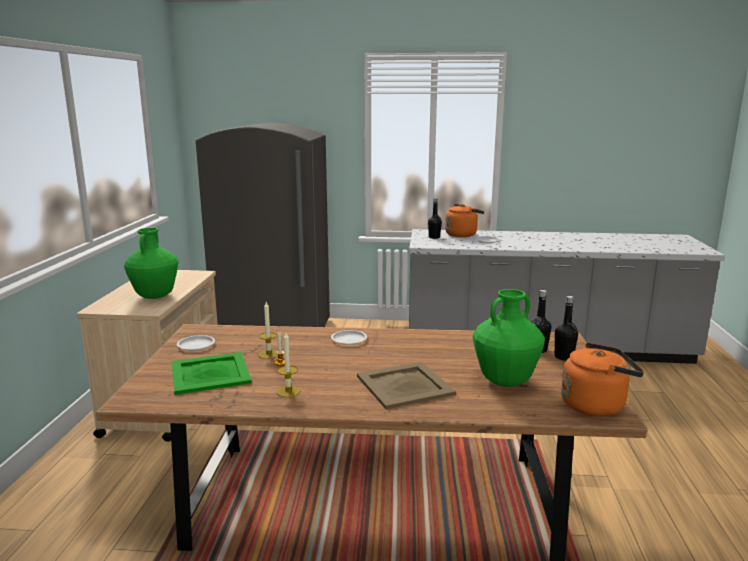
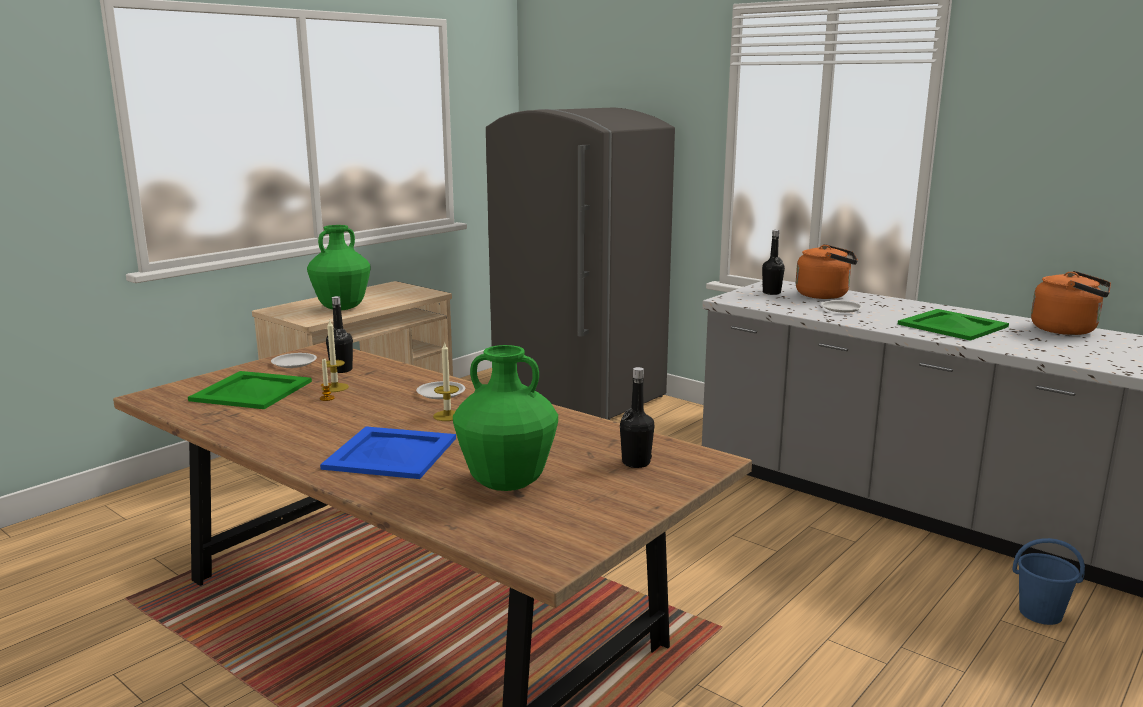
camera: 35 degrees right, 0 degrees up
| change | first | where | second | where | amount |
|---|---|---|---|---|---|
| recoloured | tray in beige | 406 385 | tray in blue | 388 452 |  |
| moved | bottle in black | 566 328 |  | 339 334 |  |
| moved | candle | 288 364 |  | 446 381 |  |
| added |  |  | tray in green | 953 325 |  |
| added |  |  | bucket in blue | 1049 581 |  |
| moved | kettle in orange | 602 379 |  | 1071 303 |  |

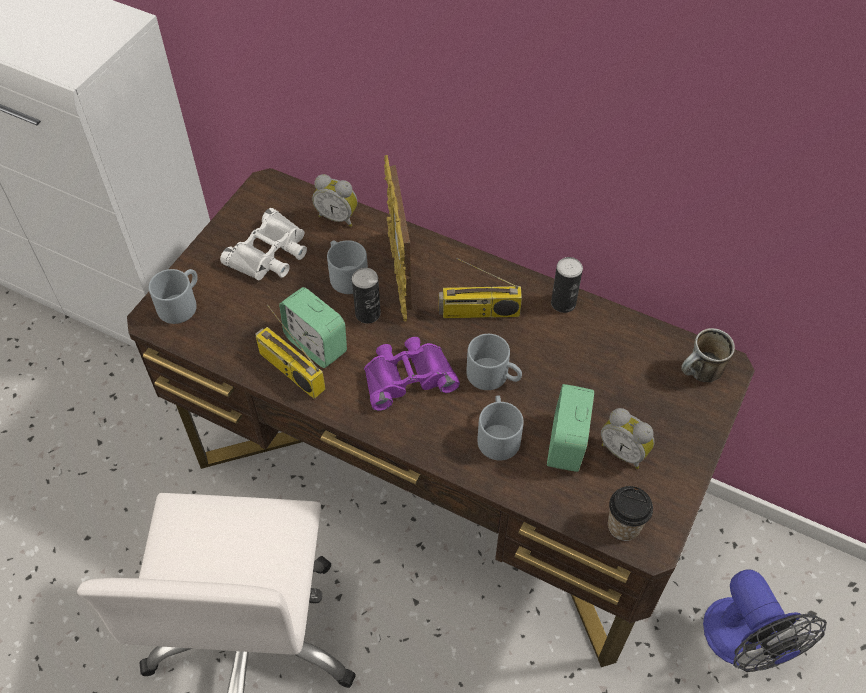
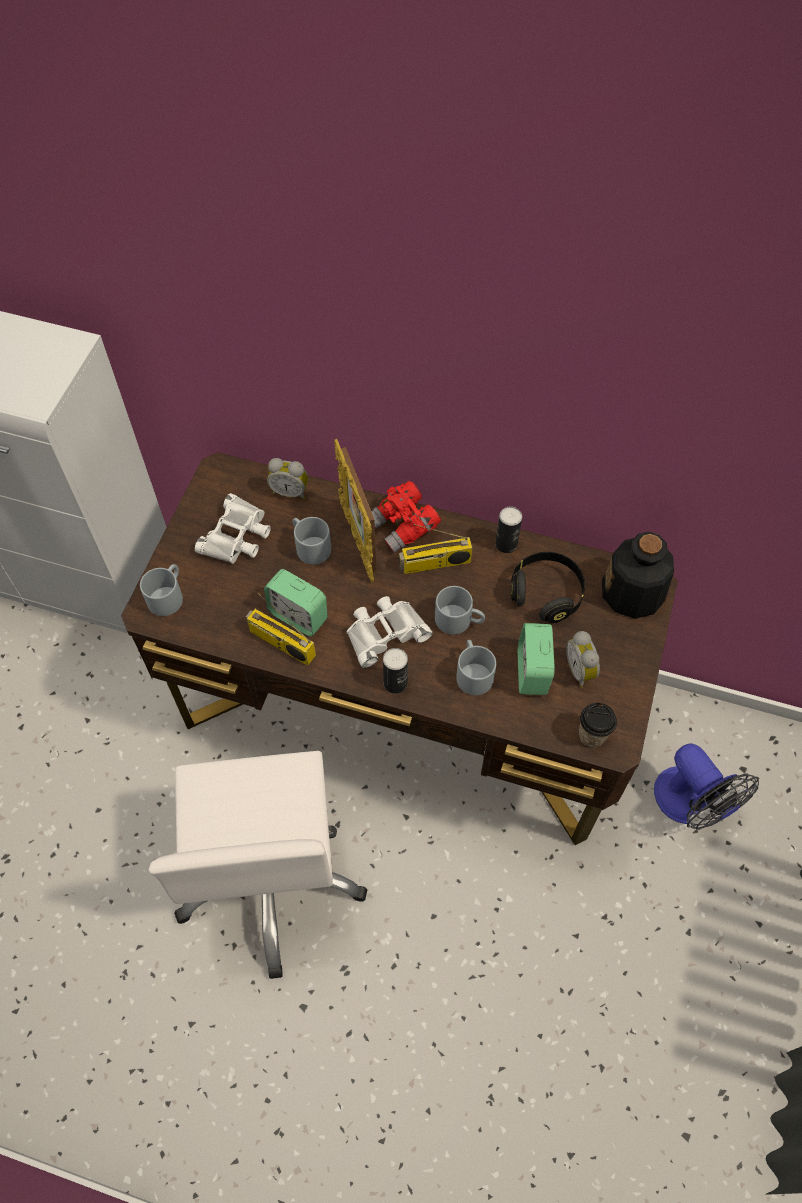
camera: 10 degrees left, 5 degrees up
| change | first | where | second | where | amount |
|---|---|---|---|---|---|
| recoloured | binoculars in purple | 412 374 | binoculars in white | 389 632 |  |
| added |  |  | binoculars in red | 406 517 |  |
| moved | can | 366 295 |  | 395 671 |  |
| added |  |  | headphones in black | 548 587 |  |
| turned | alarm clock | 628 438 |  | 583 659 | 45 degrees clockwise |
| replaced | mug | 708 355 | bottle | 638 575 |  |

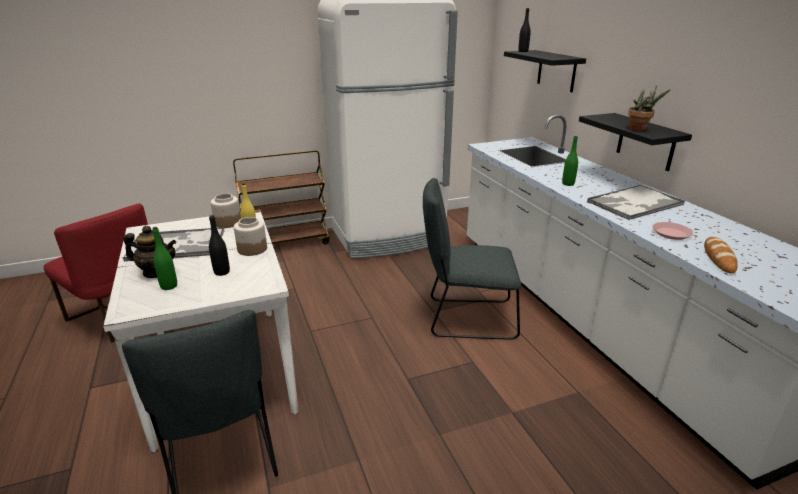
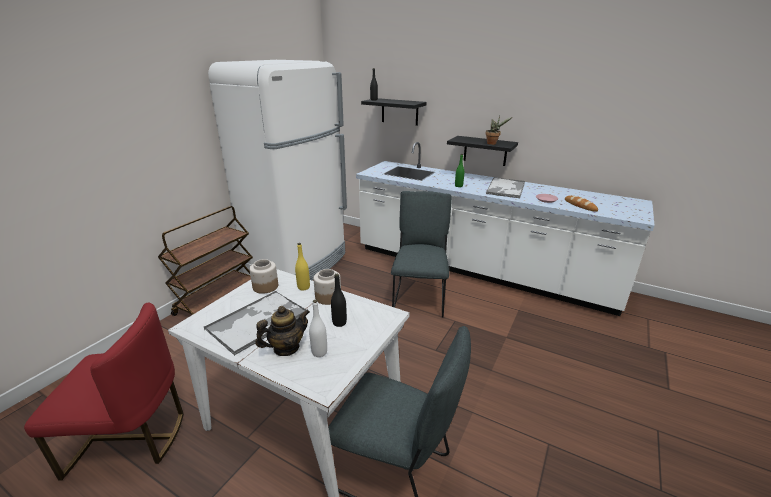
camera: 40 degrees left, 0 degrees up
| change | first | where | second | where | amount |
|---|---|---|---|---|---|
| recoloured | bottle in green | 164 258 | bottle in white | 318 328 |  |
| turned | chair in grey | 472 259 |  | 421 254 | 135 degrees clockwise |

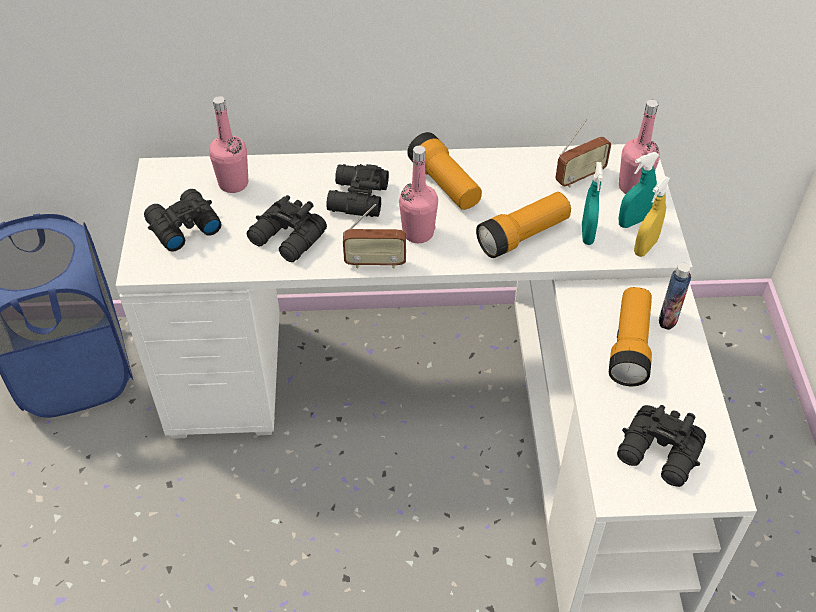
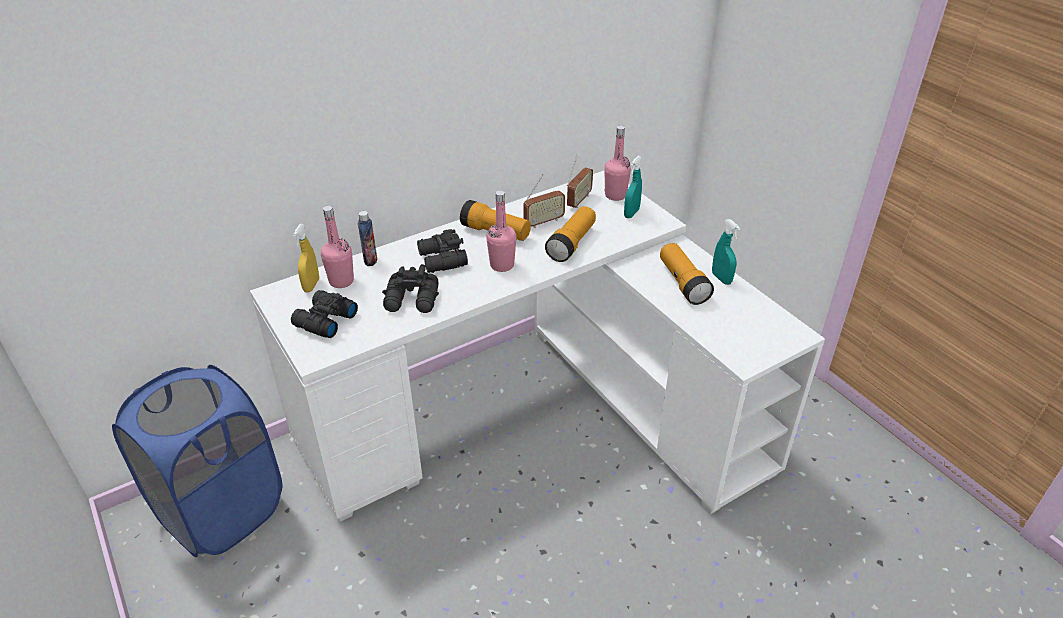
camera: 30 degrees left, 10 degrees down
| change | first | where | second | where | amount |
|---|---|---|---|---|---|
| moved | spray bottle in yellow | 652 216 |  | 306 258 |  |
| moved | bottle | 675 296 |  | 367 238 |  |
| moved | radio | 374 236 |  | 544 201 |  |
| moved | spray bottle in turquoise | 592 203 |  | 726 252 |  |
| removed | binoculars in black | 661 446 |  |  |  |

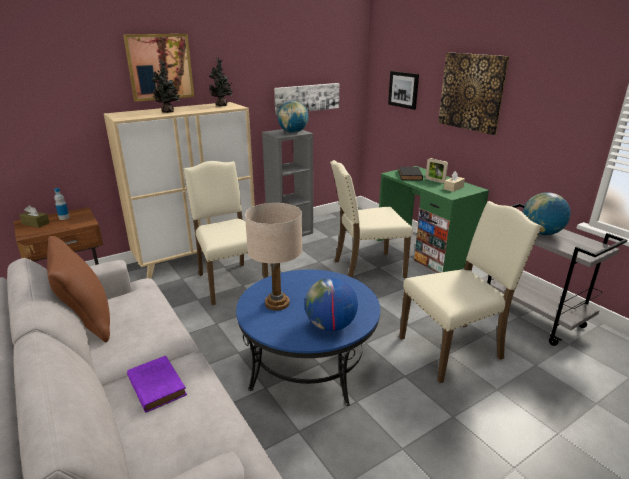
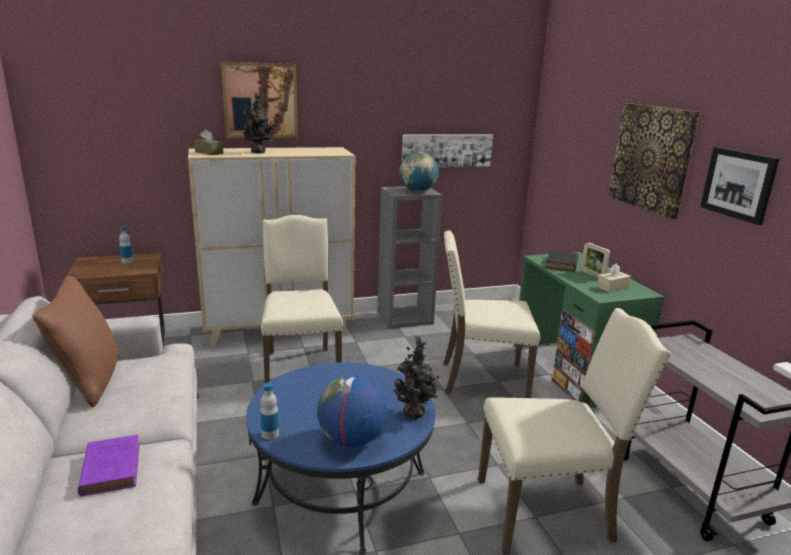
camera: 15 degrees right, 5 degrees down
| change | first | where | second | where | amount |
|---|---|---|---|---|---|
| moved | tissue box in brown | 34 216 |  | 208 142 |  |
| added |  |  | bottle | 269 411 |  |
| moved | potted plant | 221 81 |  | 416 377 |  |
| moved | picture | 403 90 |  | 739 186 |  |
| removed | table lamp in beige | 273 257 |  |  |  |
| removed | globe | 547 213 |  |  |  |

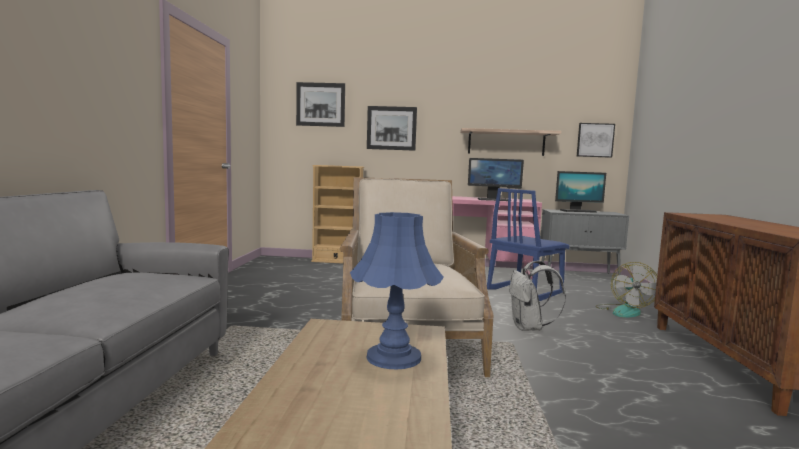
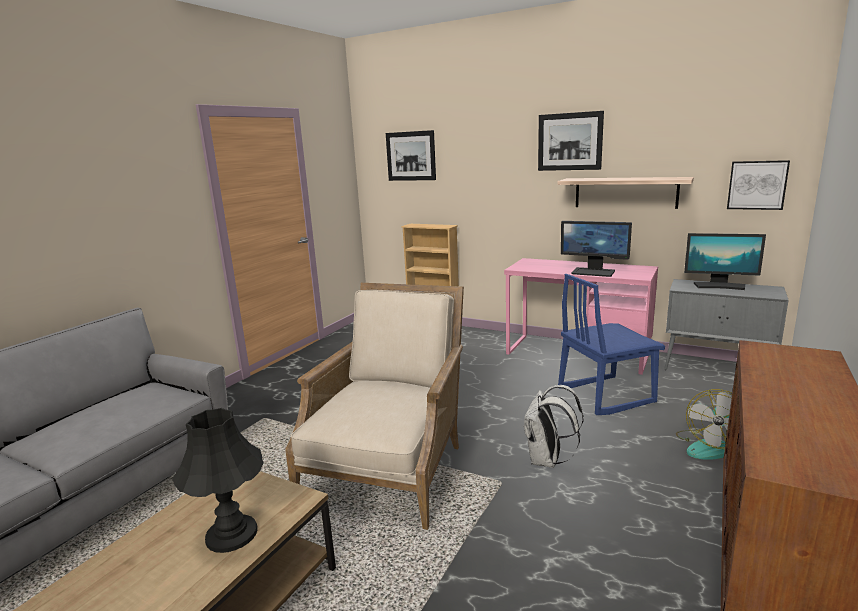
camera: 25 degrees right, 10 degrees up
| change | first | where | second | where | amount |
|---|---|---|---|---|---|
| recoloured | table lamp in blue | 397 290 | table lamp in black | 217 480 |  |
| moved | picture | 392 128 |  | 571 141 |  |

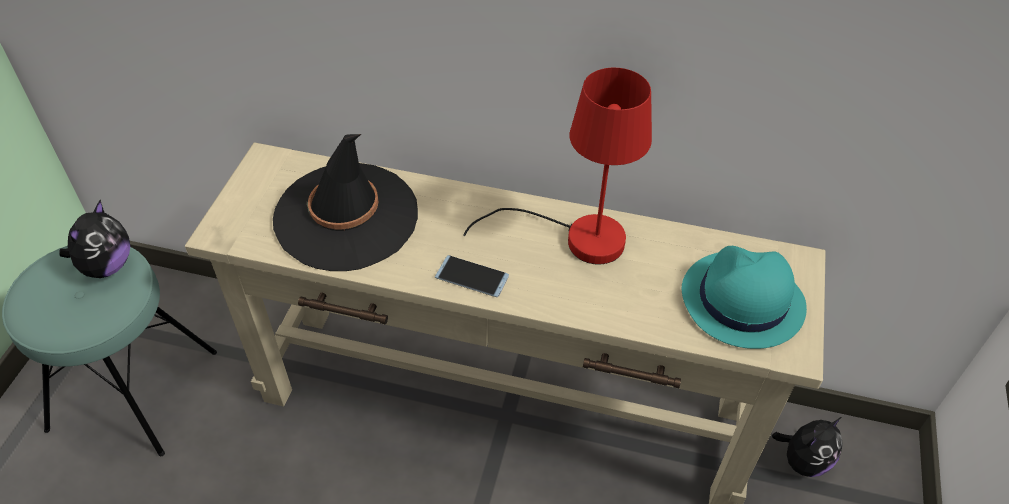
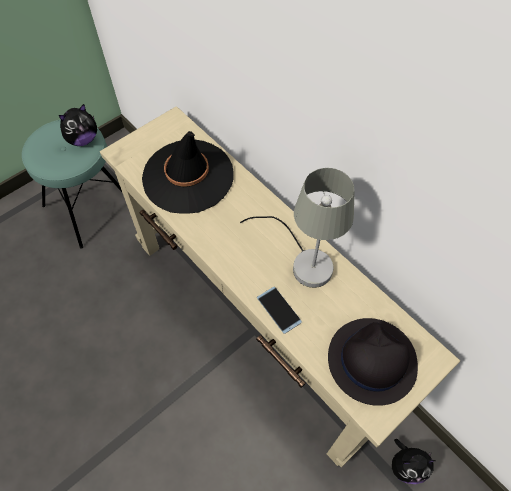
camera: 35 degrees right, 10 degrees up
| change | first | where | second | where | amount |
|---|---|---|---|---|---|
| recoloured | table lamp in red | 557 166 | table lamp in grey | 297 228 |  |
| moved | phone | 472 276 |  | 279 310 |  |
| recoloured | hat in turquoise | 744 297 | hat in black | 373 362 |  |

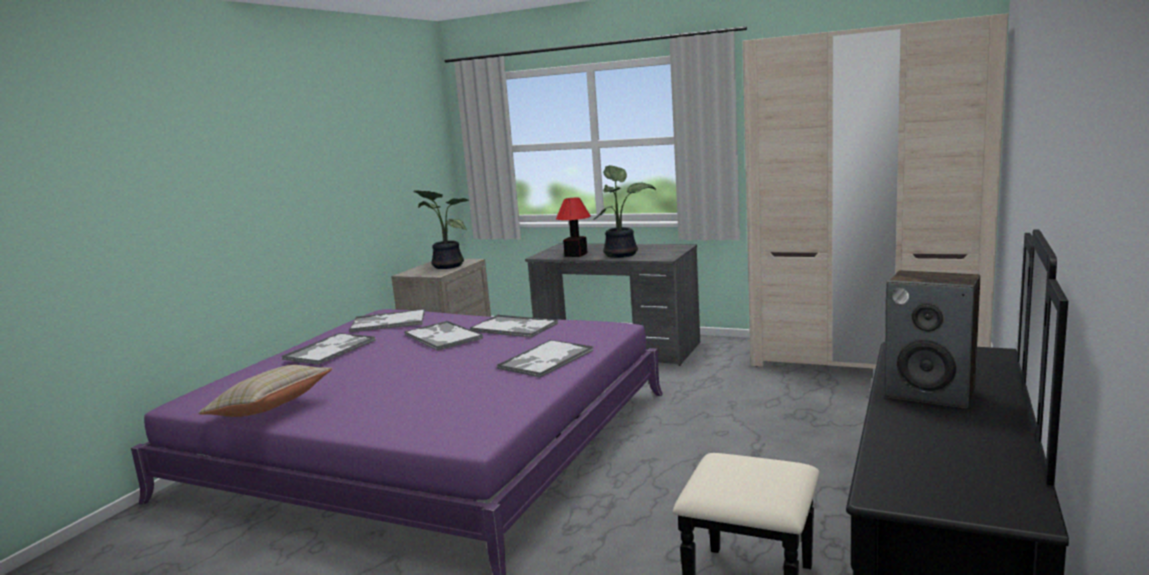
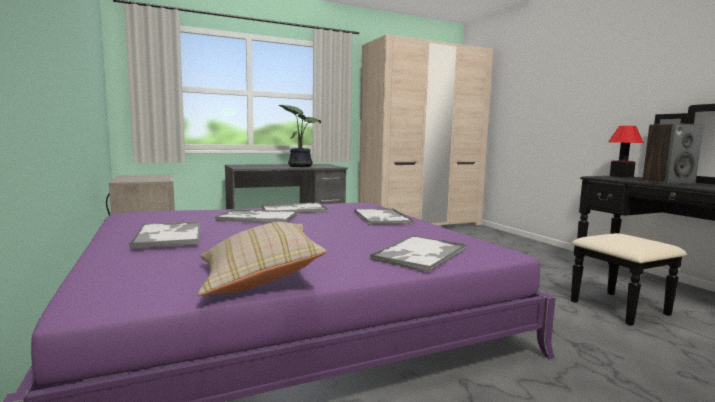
camera: 50 degrees left, 5 degrees down
| change | first | where | second | where | amount |
|---|---|---|---|---|---|
| moved | tray | 387 321 |  | 418 254 |  |
| moved | table lamp | 573 227 |  | 626 151 |  |
| removed | potted plant | 441 229 |  |  |  |

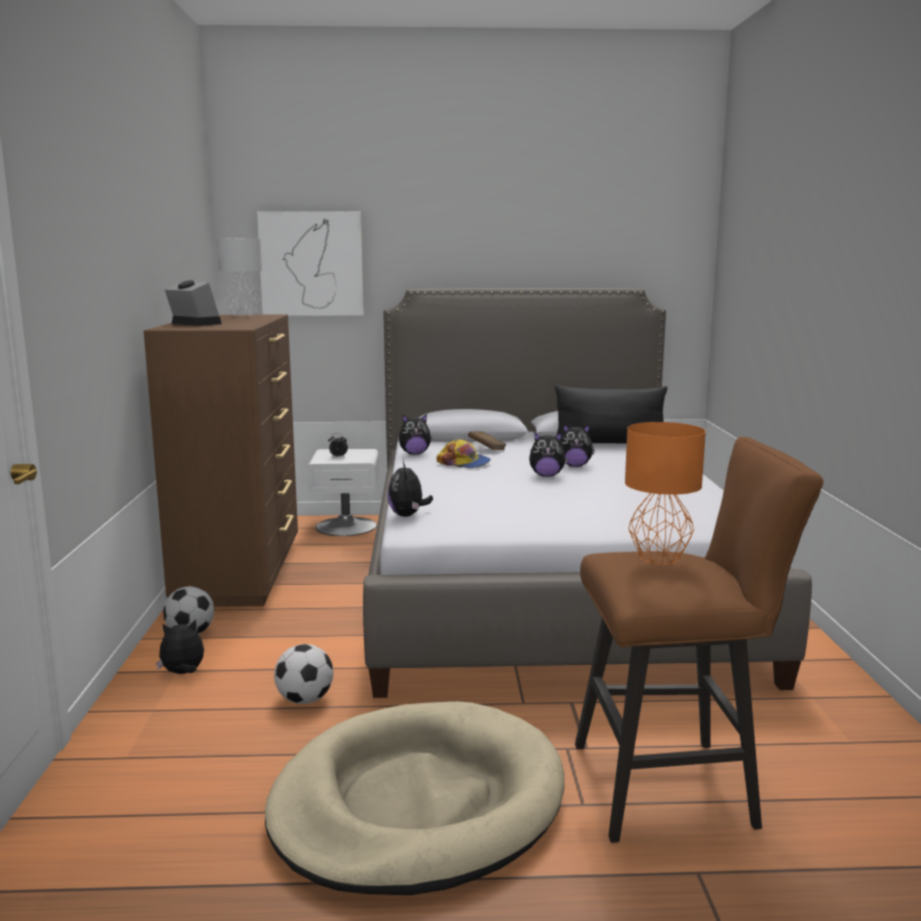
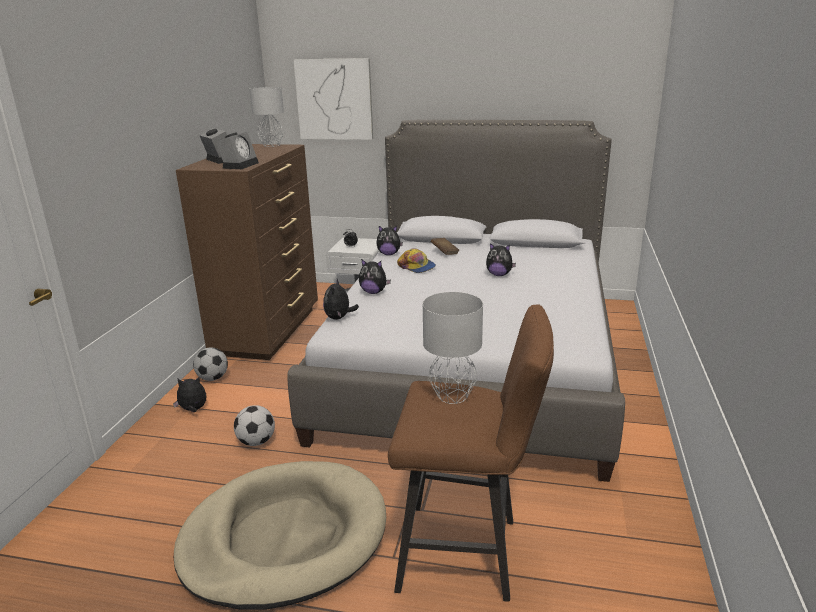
camera: 15 degrees right, 10 degrees up
| change | first | where | second | where | amount |
|---|---|---|---|---|---|
| added |  |  | alarm clock | 237 150 |  |
| moved | plush toy | 548 454 |  | 375 276 |  |
| recoloured | table lamp in orange | 665 493 | table lamp in grey | 453 348 |  |
| removed | pillow in black | 611 414 |  |  |  |

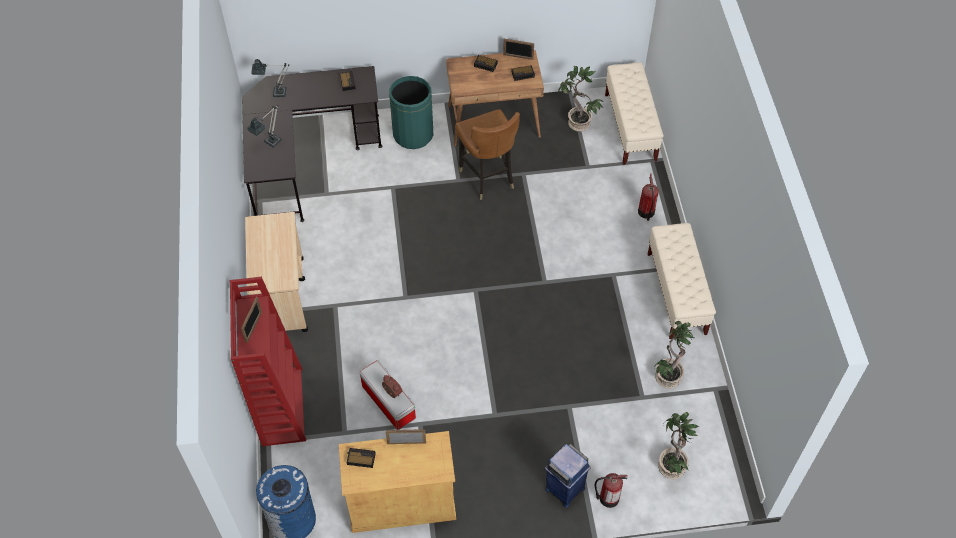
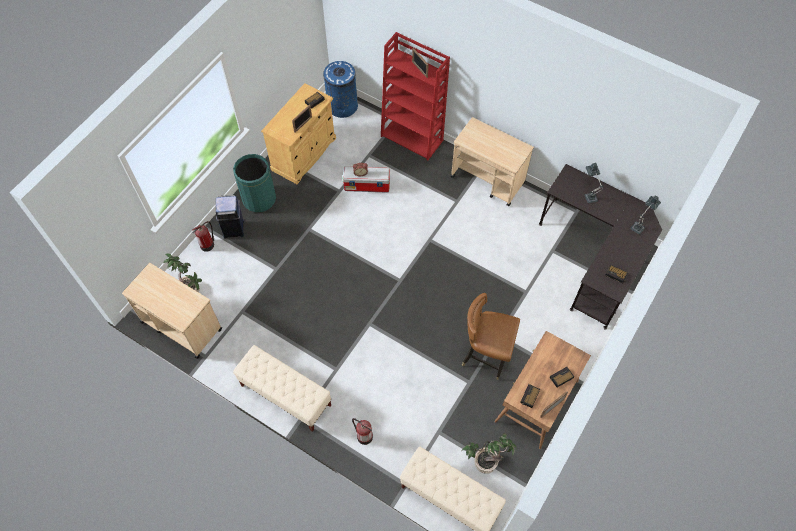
camera: 130 degrees right, 5 degrees up
| change | first | where | second | where | amount |
|---|---|---|---|---|---|
| added |  |  | cart in beige | 172 311 |  |
| moved | trash can in green | 411 112 |  | 254 183 |  |
| removed | potted plant | 674 354 |  |  |  |

